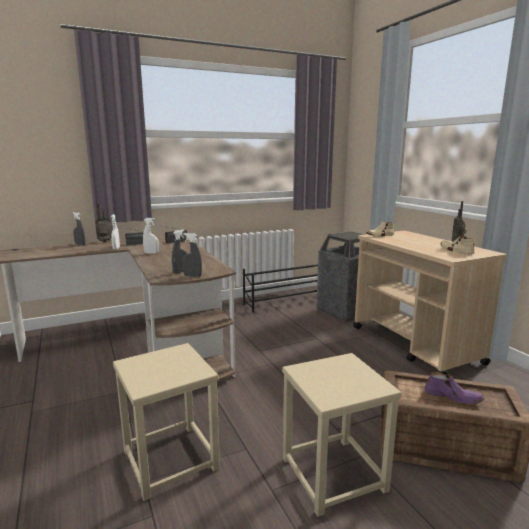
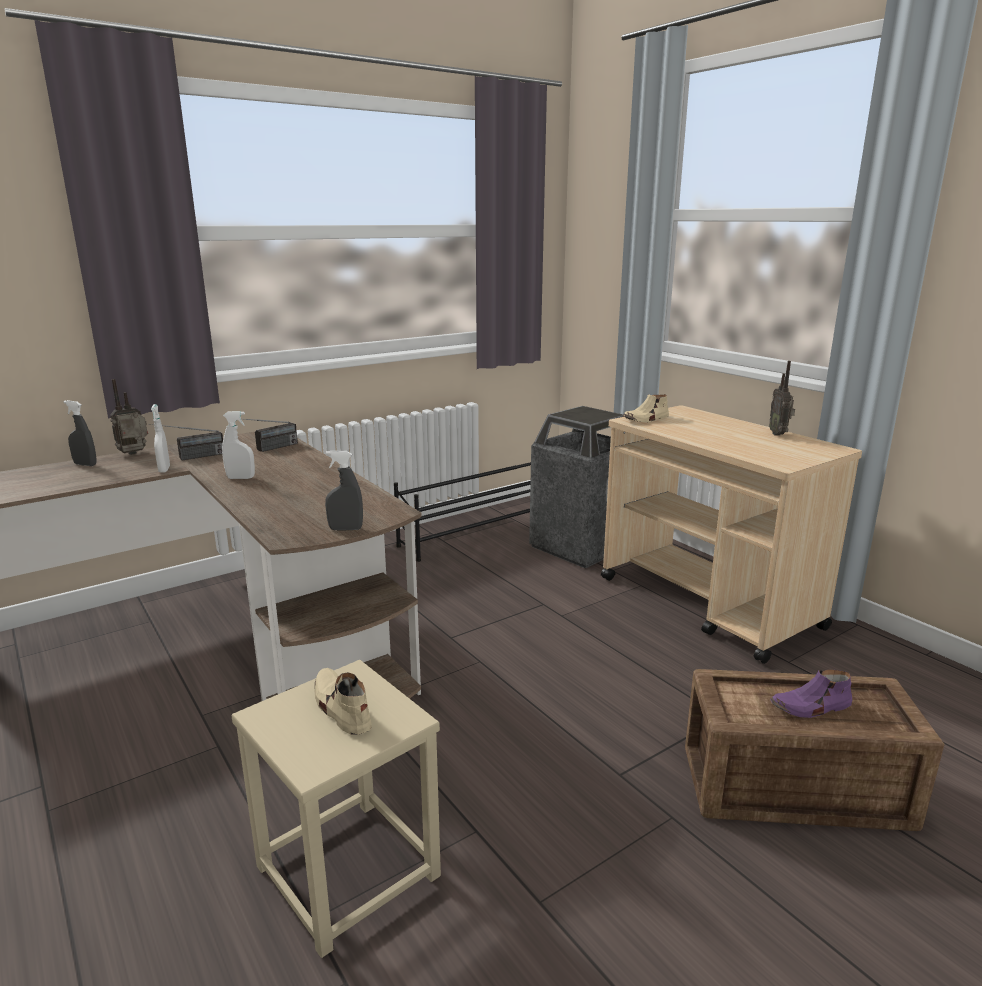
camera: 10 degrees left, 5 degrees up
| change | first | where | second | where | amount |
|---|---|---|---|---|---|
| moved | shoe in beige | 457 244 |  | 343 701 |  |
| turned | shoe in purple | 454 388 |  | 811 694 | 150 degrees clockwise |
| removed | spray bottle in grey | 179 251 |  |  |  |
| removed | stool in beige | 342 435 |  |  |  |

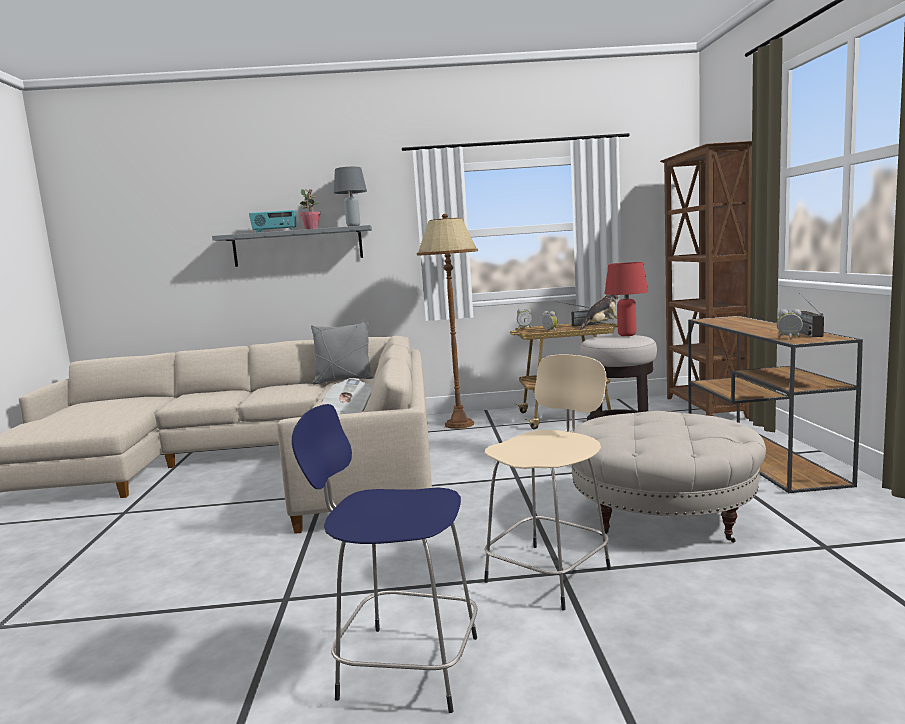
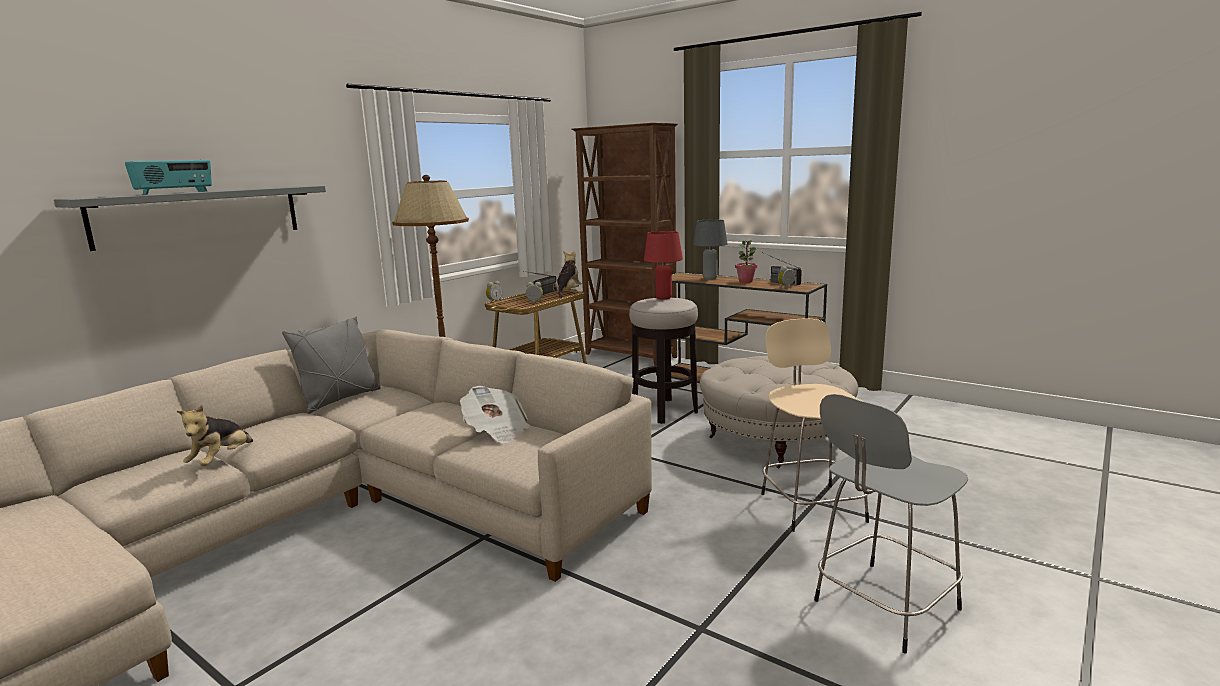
camera: 50 degrees left, 5 degrees up
| change | first | where | second | where | amount |
|---|---|---|---|---|---|
| added |  |  | plush toy | 215 435 |  |
| moved | table lamp in grey | 350 196 |  | 710 249 |  |
| moved | potted plant | 310 209 |  | 746 261 |  |
| recoloured | stool in blue | 384 558 | stool in grey | 891 523 |  |

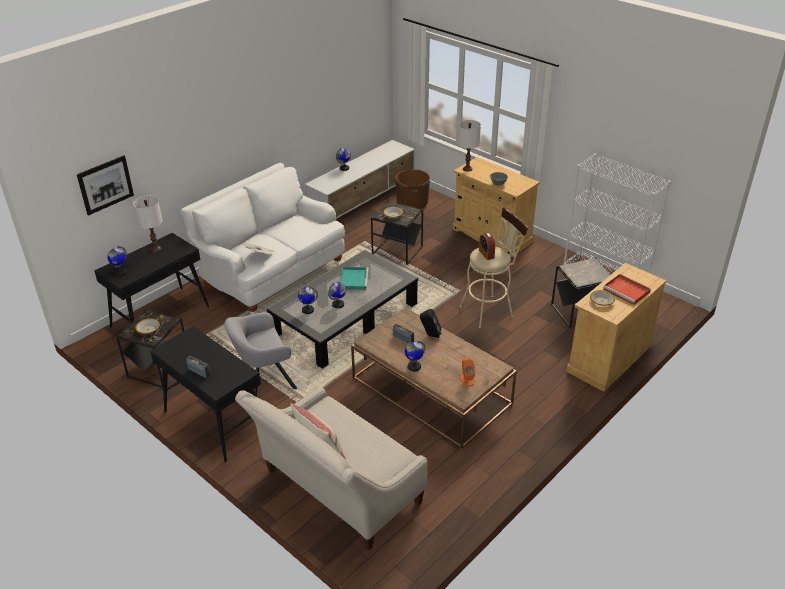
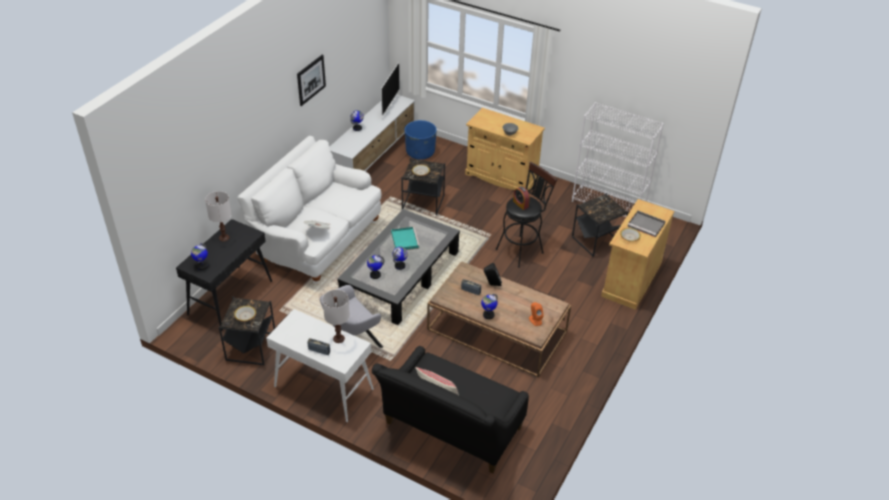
camera: 15 degrees left, 5 degrees up
| change | first | where | second | where | amount |
|---|---|---|---|---|---|
| recoloured | console table in black | 205 394 | console table in white | 320 365 |  |
| moved | picture | 105 185 |  | 311 80 |  |
| moved | table lamp in white | 469 145 |  | 336 316 |  |
| recoloured | sofa in beige | 331 468 | sofa in black | 450 410 |  |
| added |  |  | television | 390 89 |  |
| recoloured | planter in brown | 412 189 | planter in blue | 421 140 |  |
| recoloured | stool in beige | 494 267 | stool in black | 526 215 |  |
| recoloured | tray in red | 627 289 | tray in grey | 646 224 |  |

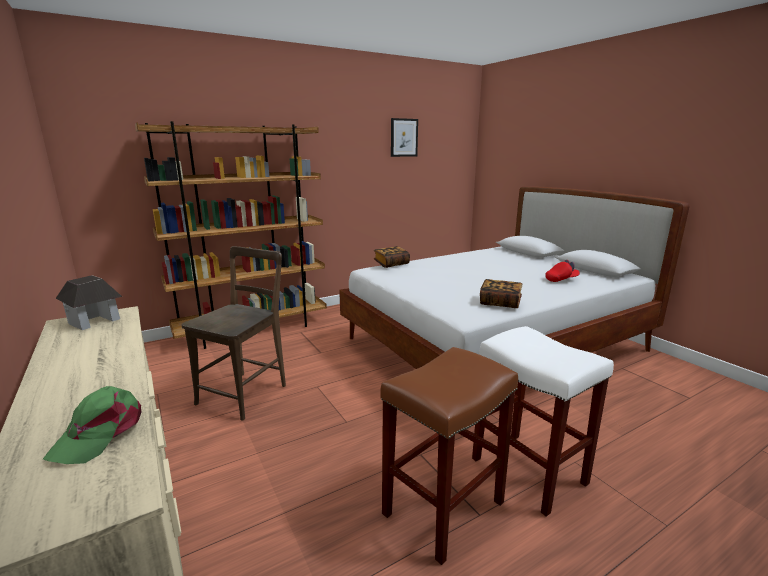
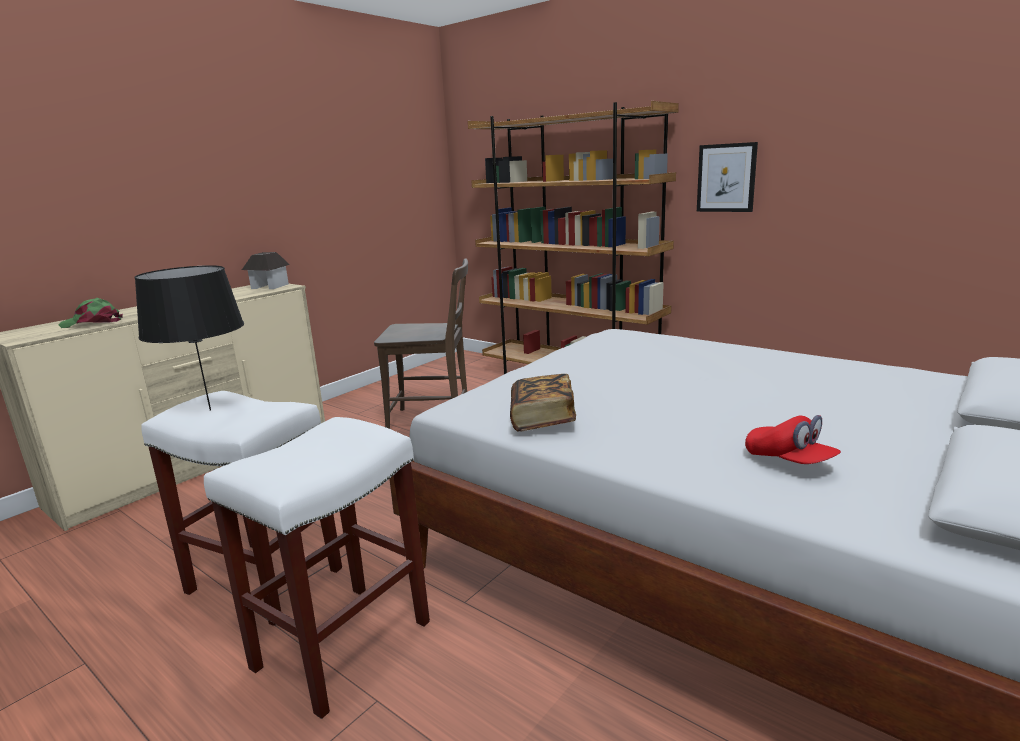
camera: 70 degrees right, 0 degrees up
| change | first | where | second | where | amount |
|---|---|---|---|---|---|
| added |  |  | table lamp in black | 189 337 |  |
| recoloured | stool in brown | 449 456 | stool in white | 241 508 |  |
| moved | picture | 404 137 |  | 727 177 |  |
| removed | book | 392 257 |  |  |  |

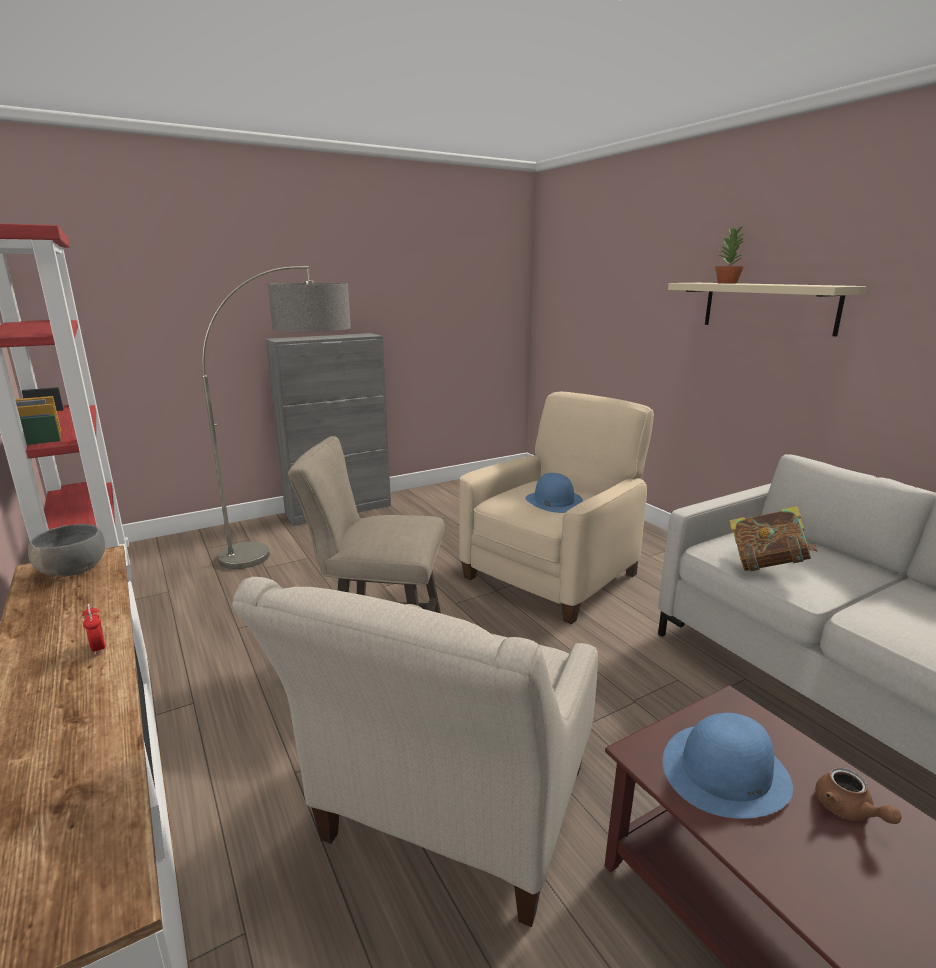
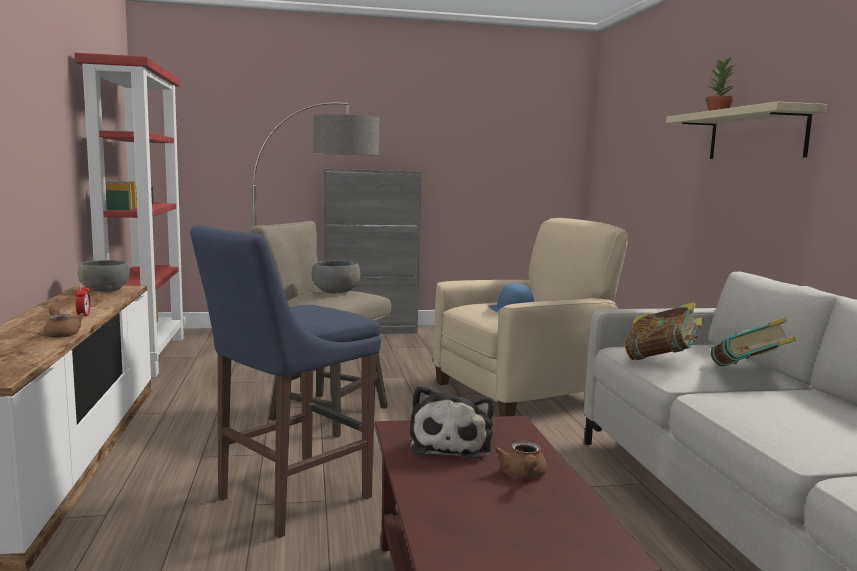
camera: 20 degrees right, 10 degrees down
| change | first | where | second | where | amount |
|---|---|---|---|---|---|
| added |  |  | teapot in brown | 63 322 |  |
| replaced | armchair in beige | 415 752 | stool in blue | 285 381 |  |
| added |  |  | bowl in grey | 336 277 |  |
| replaced | hat in blue | 728 766 | plush toy | 452 422 |  |
| added |  |  | book | 753 341 |  |

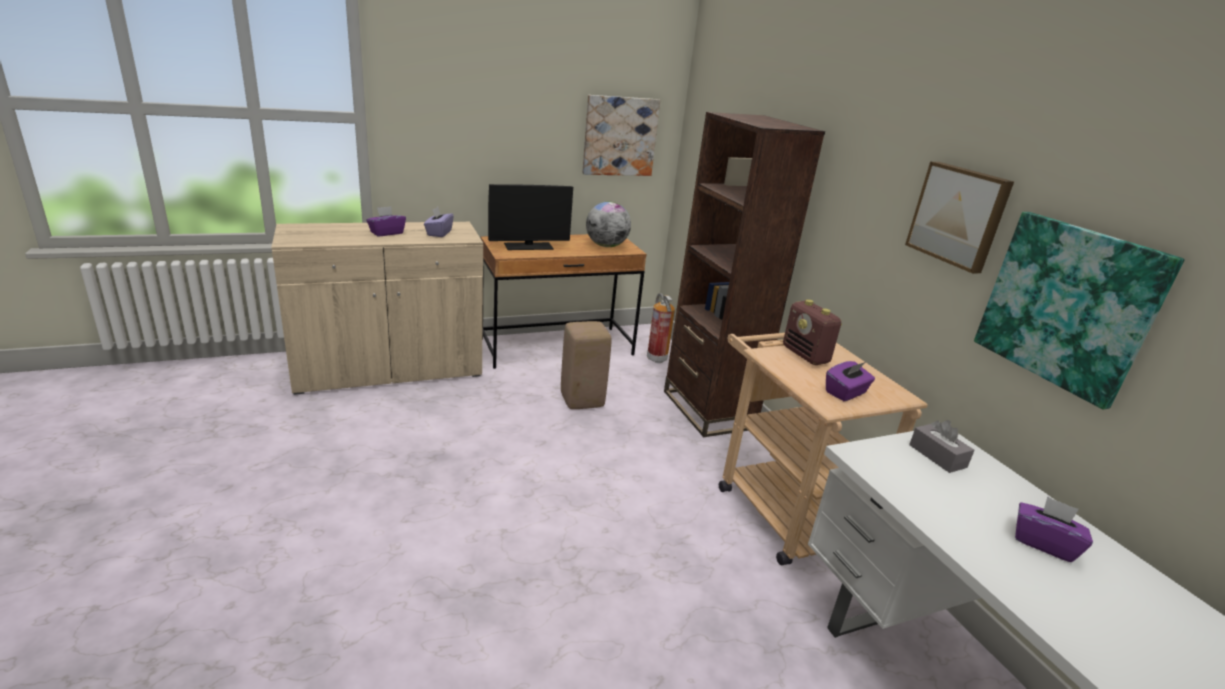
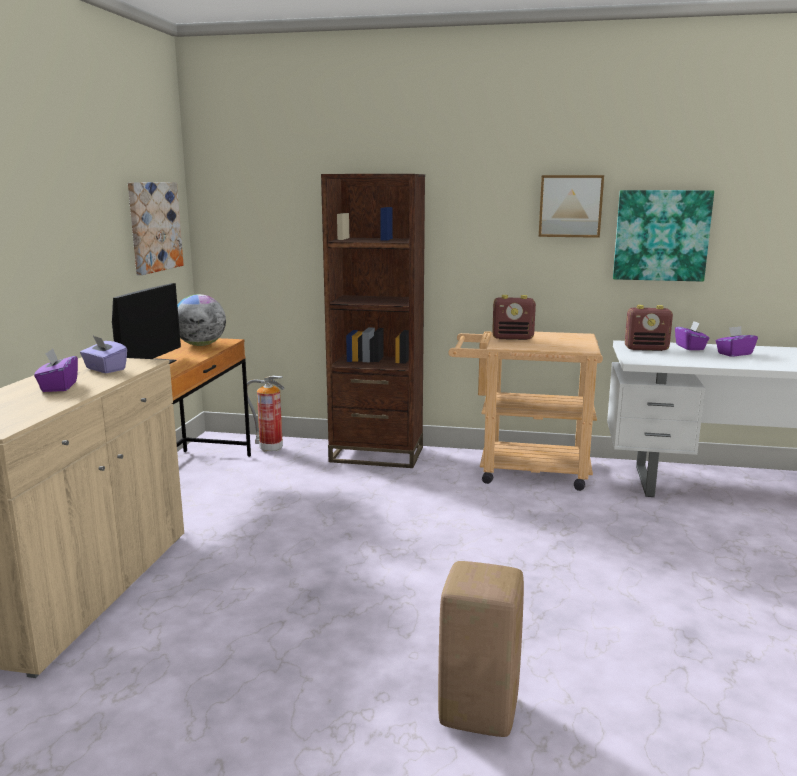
camera: 55 degrees left, 10 degrees down
| change | first | where | second | where | amount |
|---|---|---|---|---|---|
| moved | stool in beige | 586 365 |  | 481 649 |  |
| replaced | tissue box in grey | 942 446 | radio | 649 328 |  |
| moved | tissue box in purple | 850 381 |  | 692 335 |  |

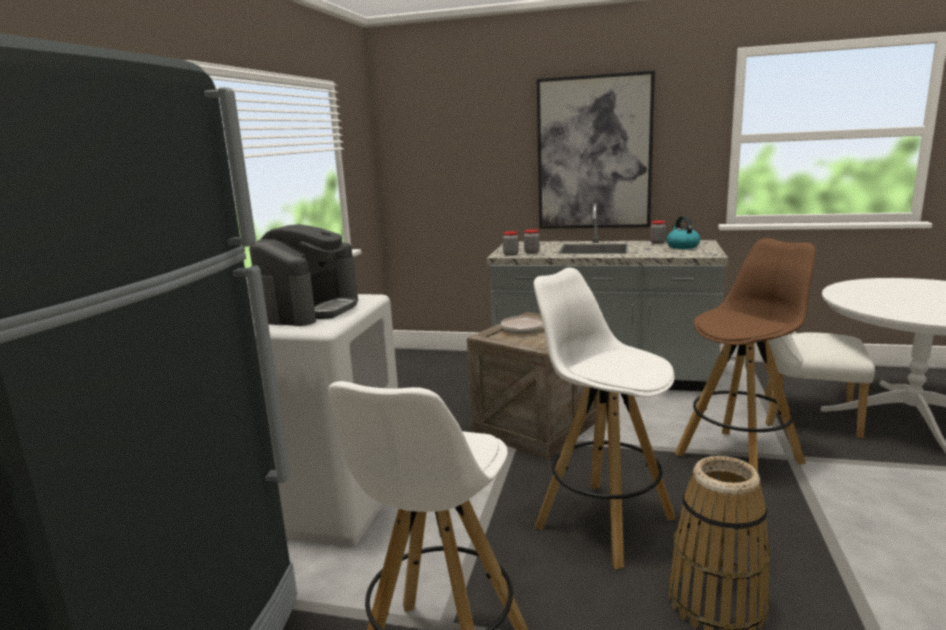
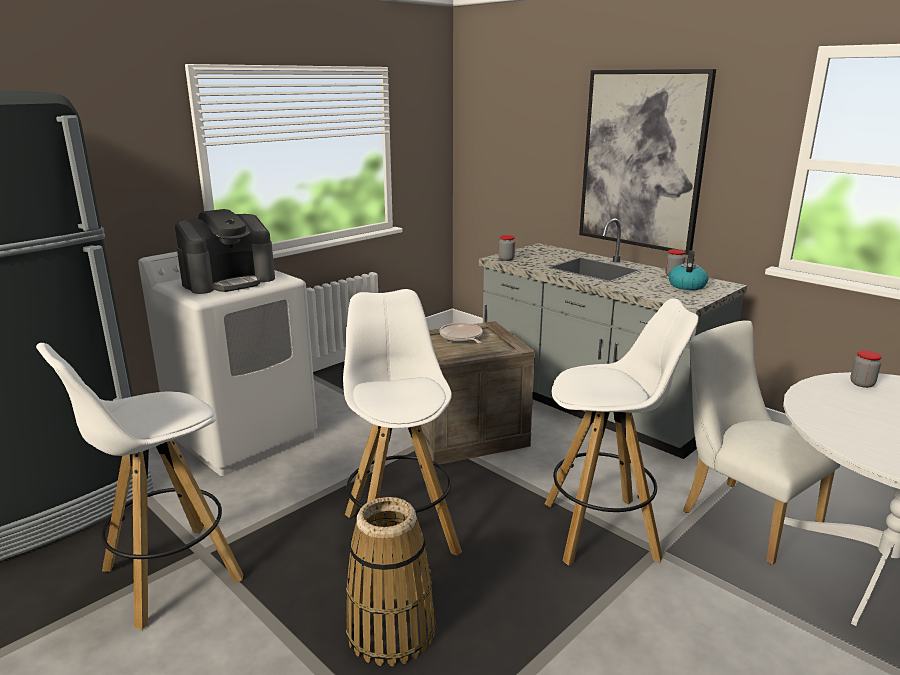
camera: 30 degrees right, 5 degrees up
| change | first | where | second | where | amount |
|---|---|---|---|---|---|
| recoloured | stool in brown | 745 355 | stool in white | 622 432 |  |
| moved | jar | 532 241 |  | 866 369 |  |

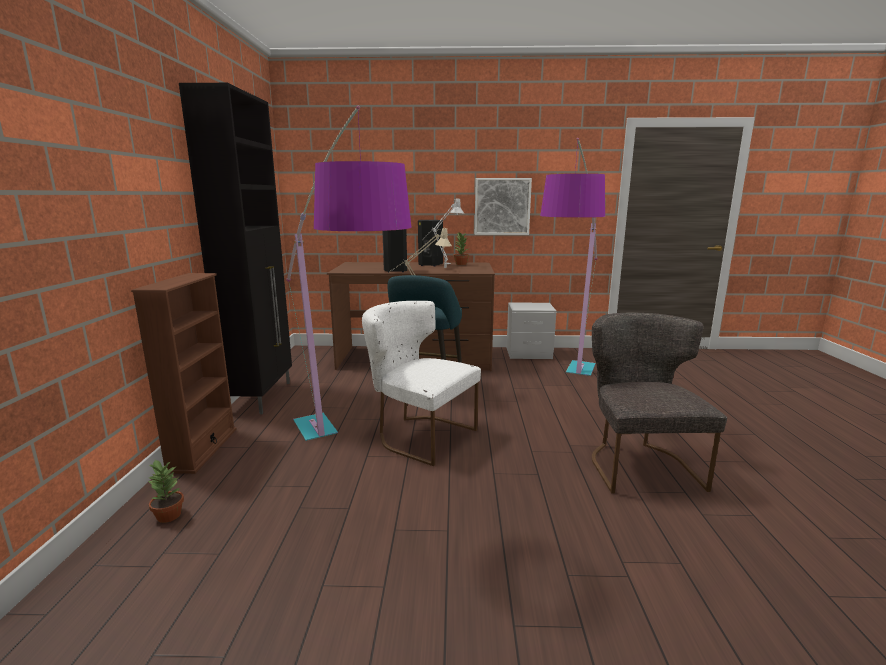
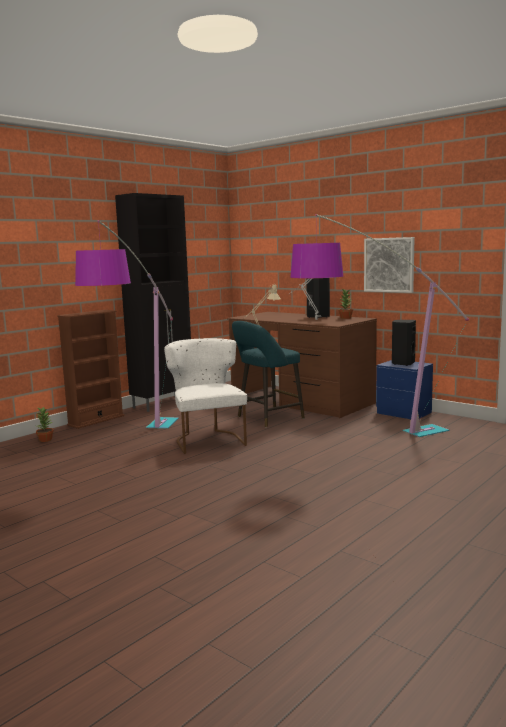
camera: 40 degrees right, 5 degrees down
| change | first | where | second | where | amount |
|---|---|---|---|---|---|
| recoloured | nightstand in grey | 531 330 | nightstand in blue | 404 389 |  |
| moved | speaker in black | 394 250 |  | 404 343 |  |
| removed | chair in grey | 659 402 |  |  |  |

